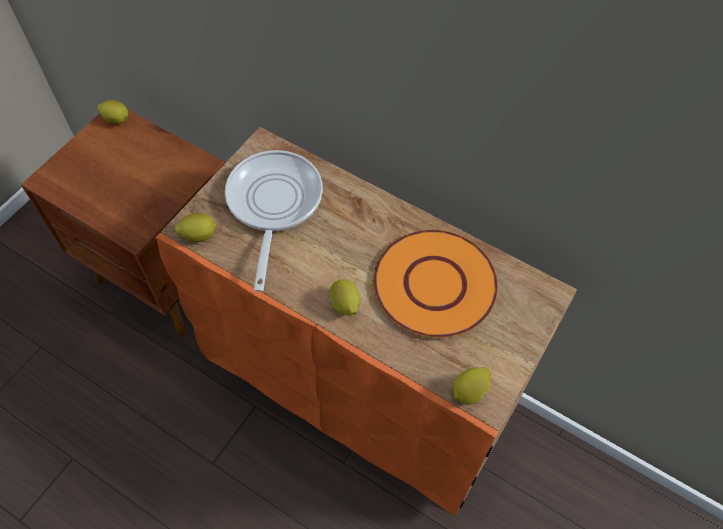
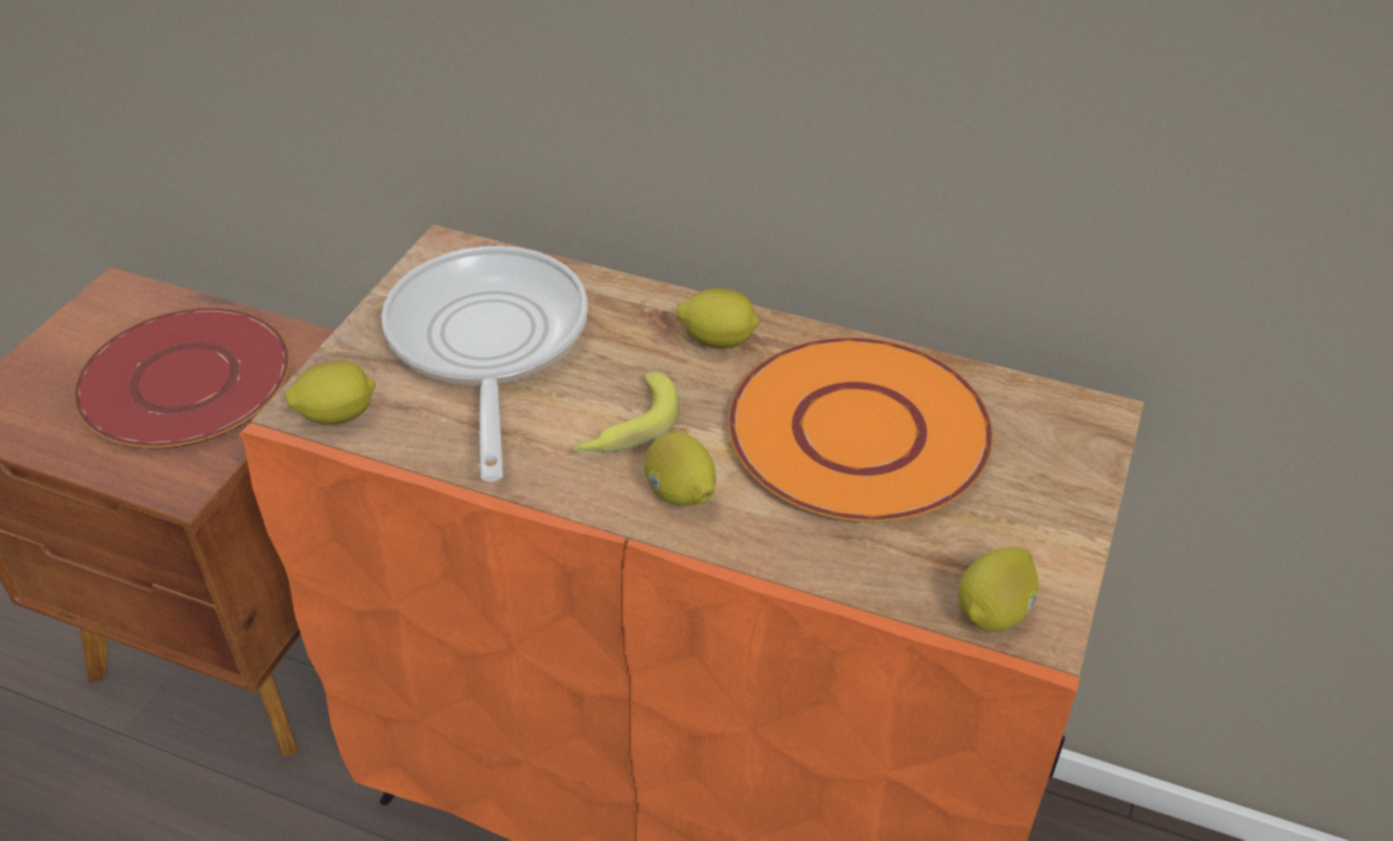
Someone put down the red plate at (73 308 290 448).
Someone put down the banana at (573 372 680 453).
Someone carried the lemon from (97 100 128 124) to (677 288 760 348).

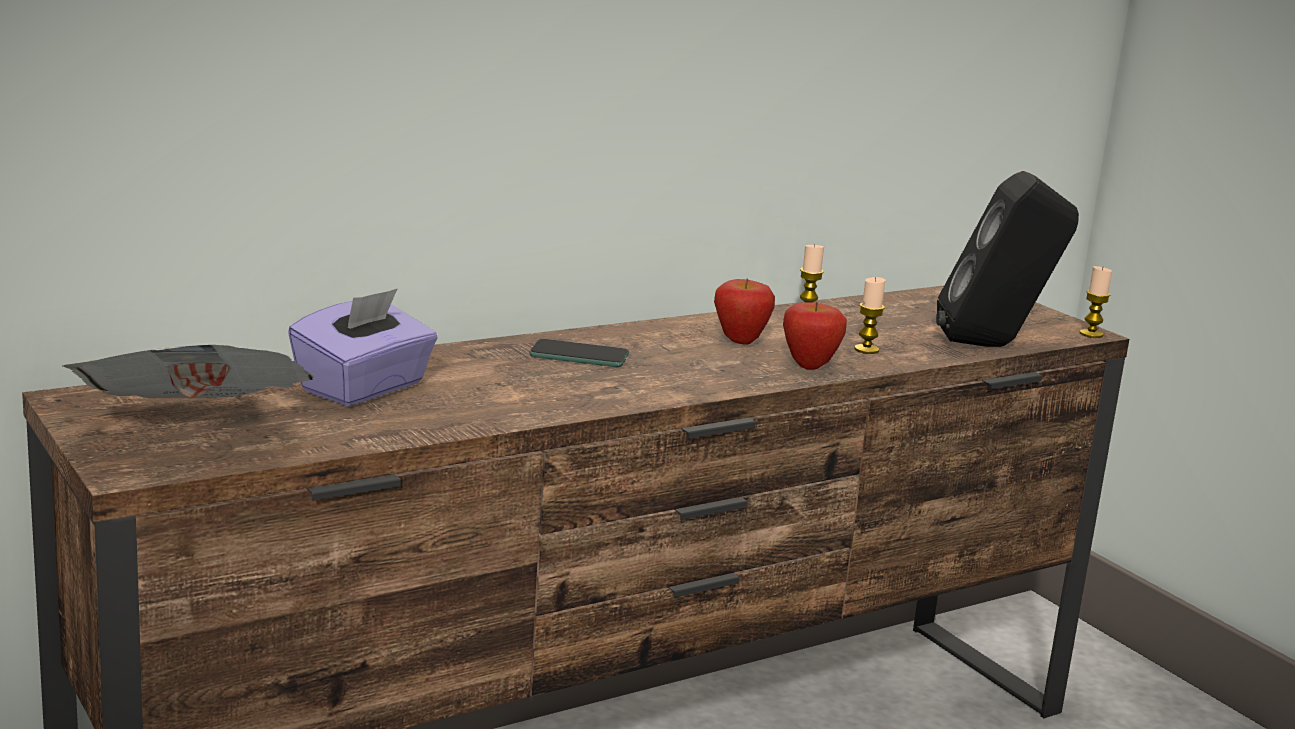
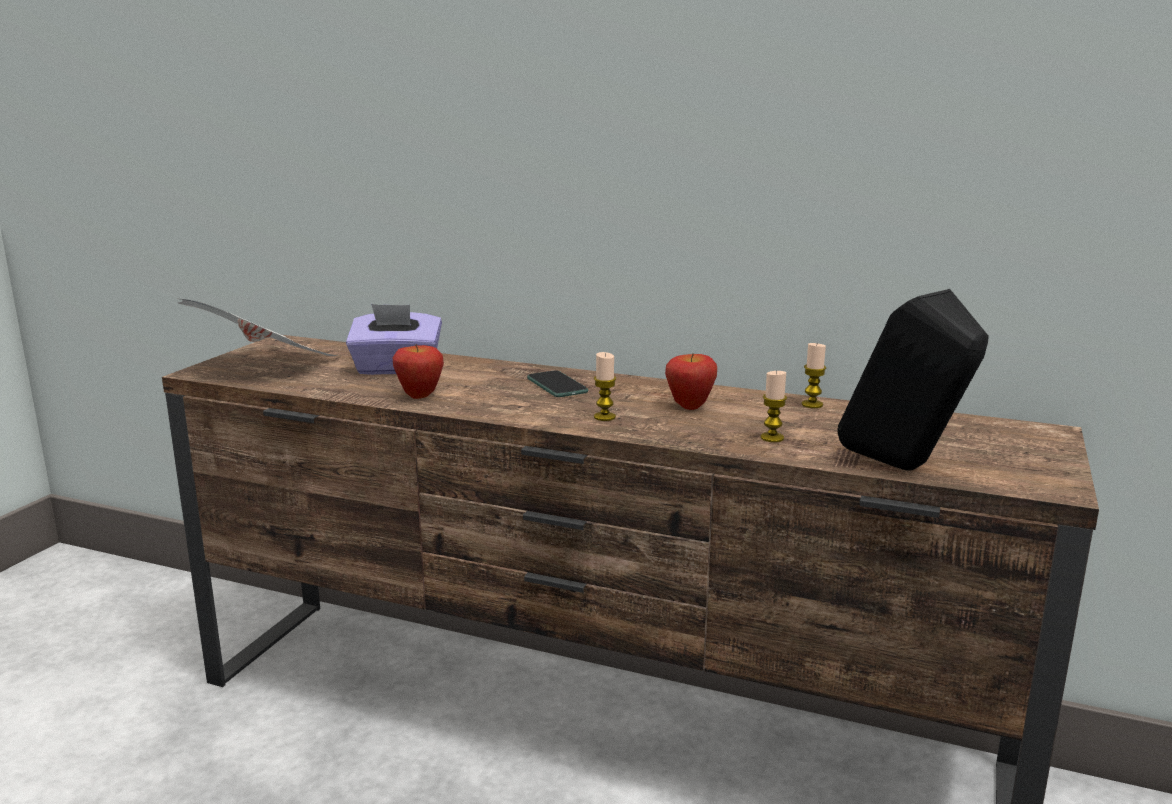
Someone carried the apple from (783 301 847 370) to (393 344 444 399).
Someone carried the candle from (1080 266 1112 338) to (594 352 616 421).

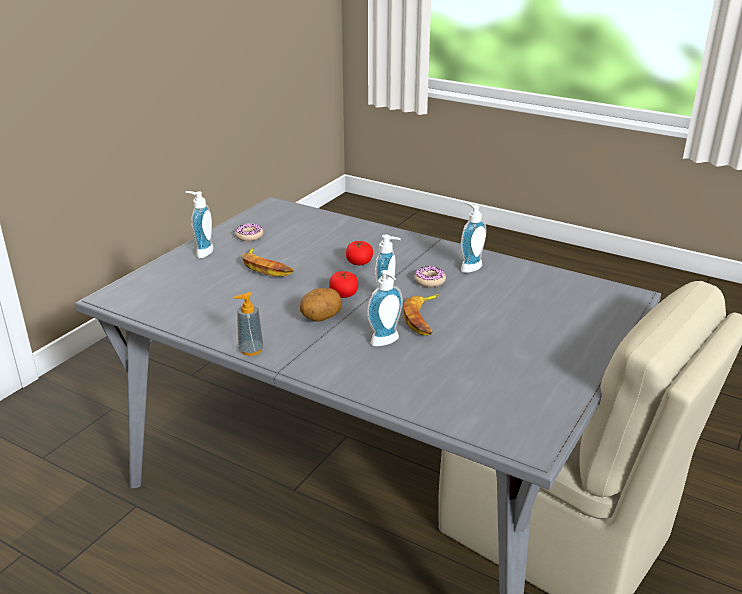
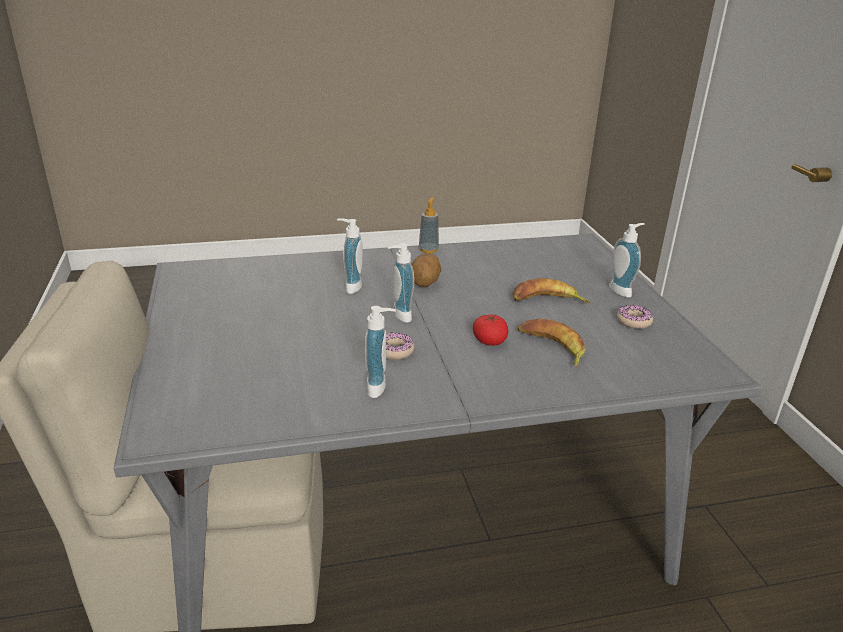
Someone took away the tomato at (329 271 358 298).
Someone carried the banana from (404 294 440 335) to (518 319 586 368).

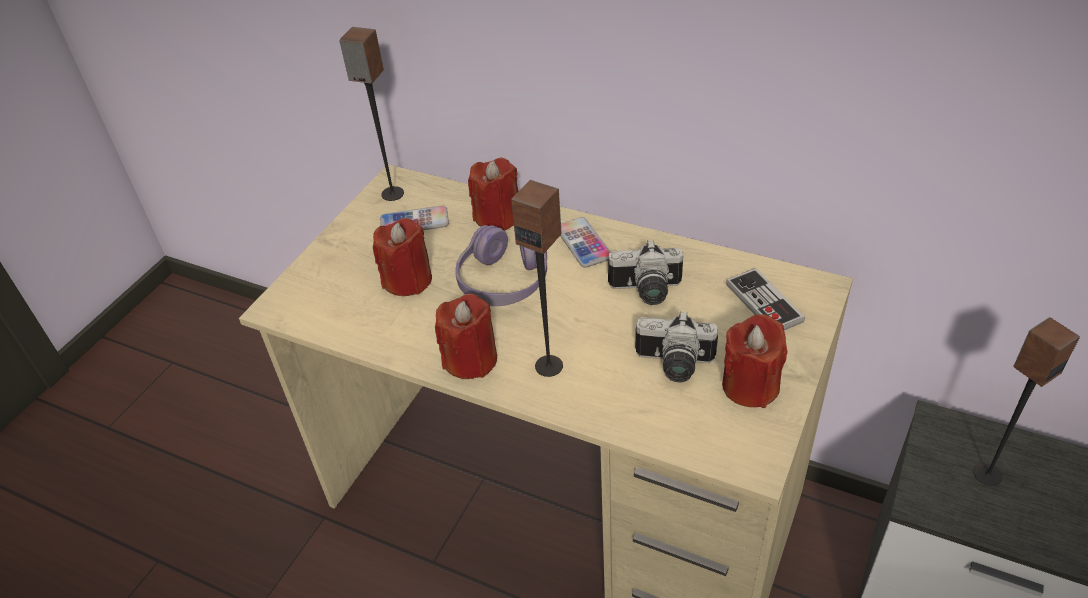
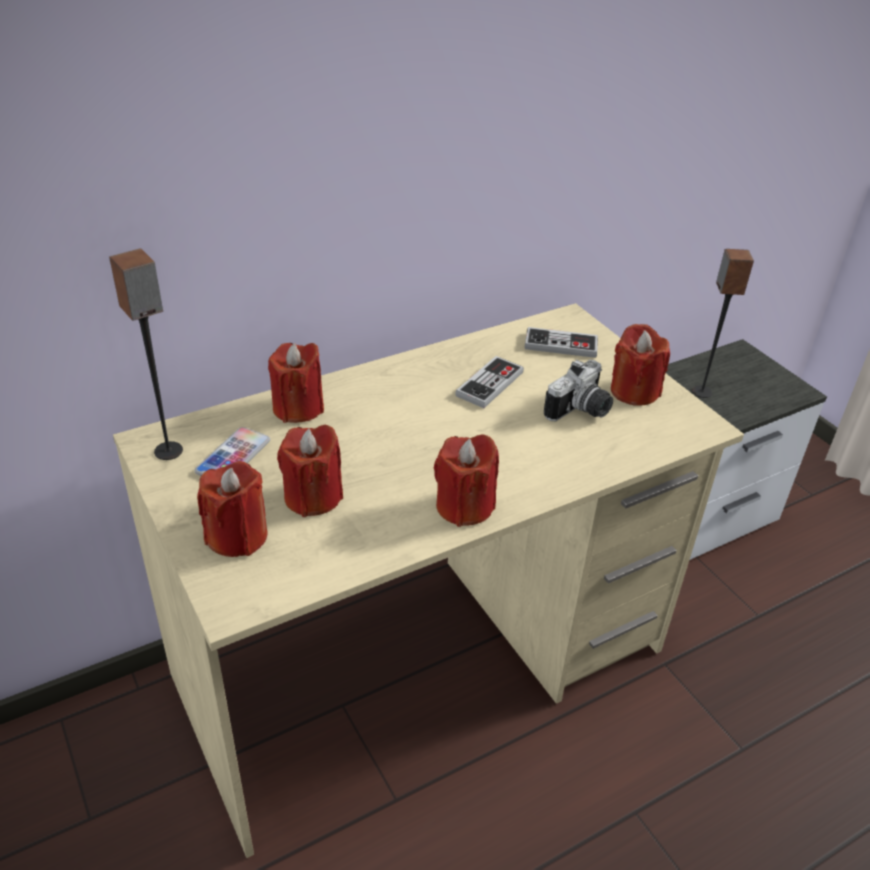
Someone took away the purple headphones at (455 225 547 306).
Someone took away the speaker at (511 180 563 377).
Someone took away the phone at (560 217 610 268).
Someone put down the red candle at (197 461 268 557).
Someone swapped the photo camera at (608 240 683 305) for the game controller at (455 356 524 408).

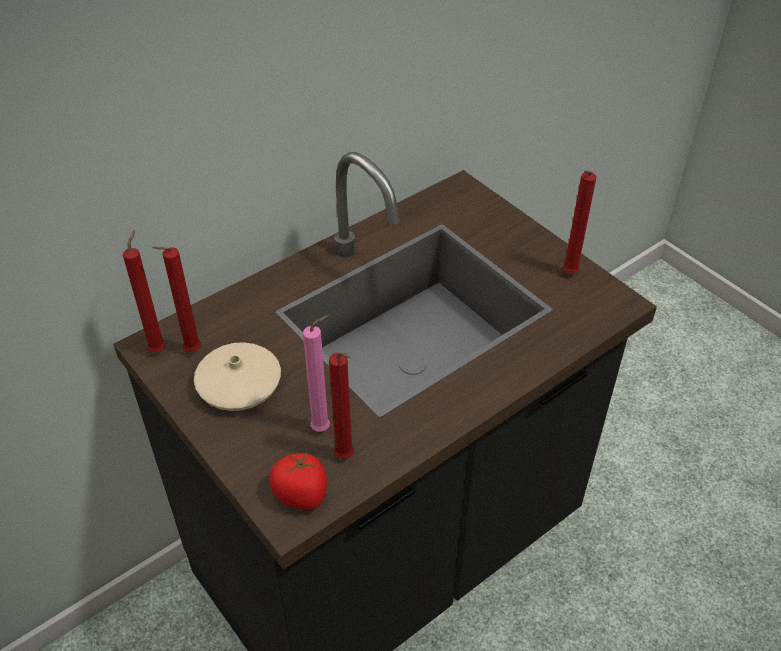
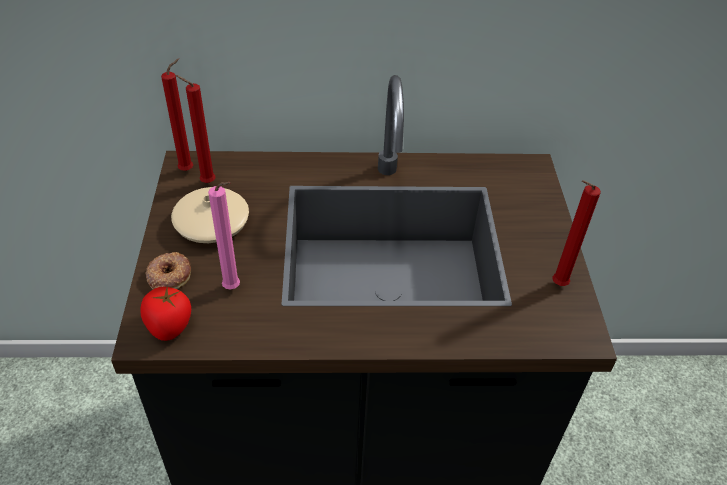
Someone took away the red candle at (329 353 354 459).
Someone put down the donut at (145 252 191 289).

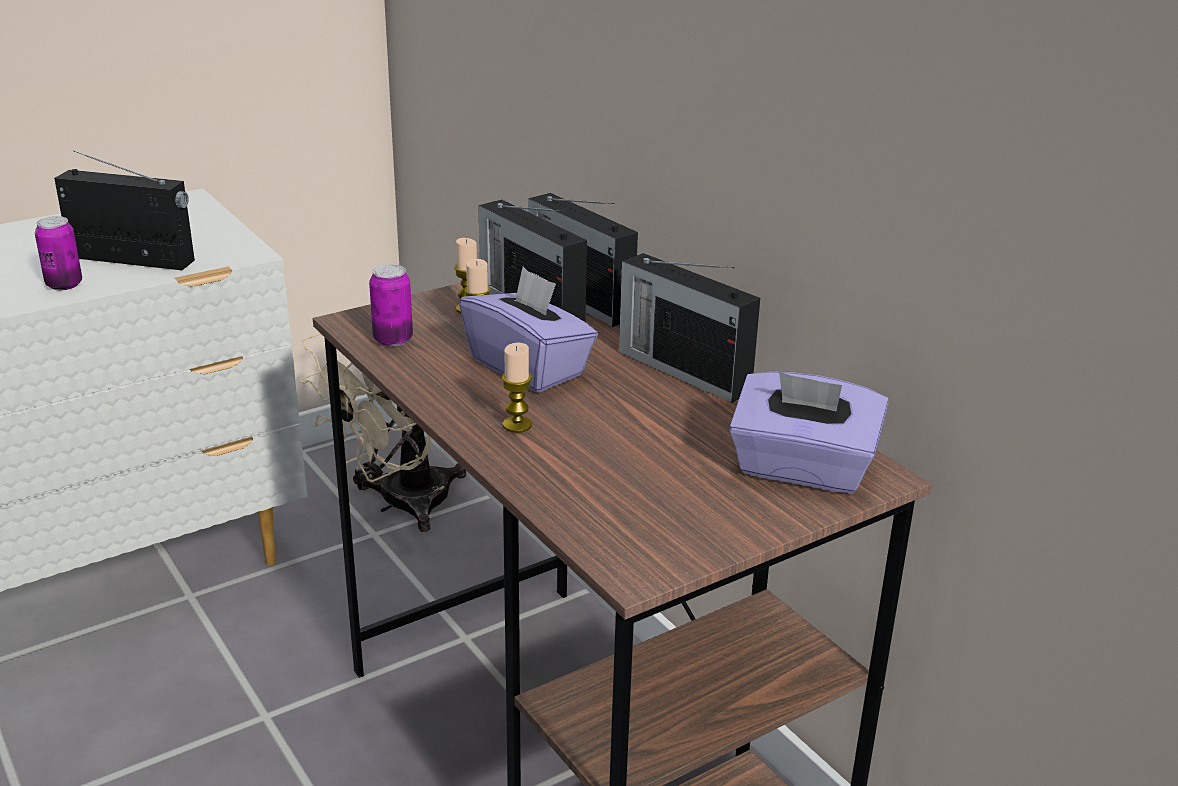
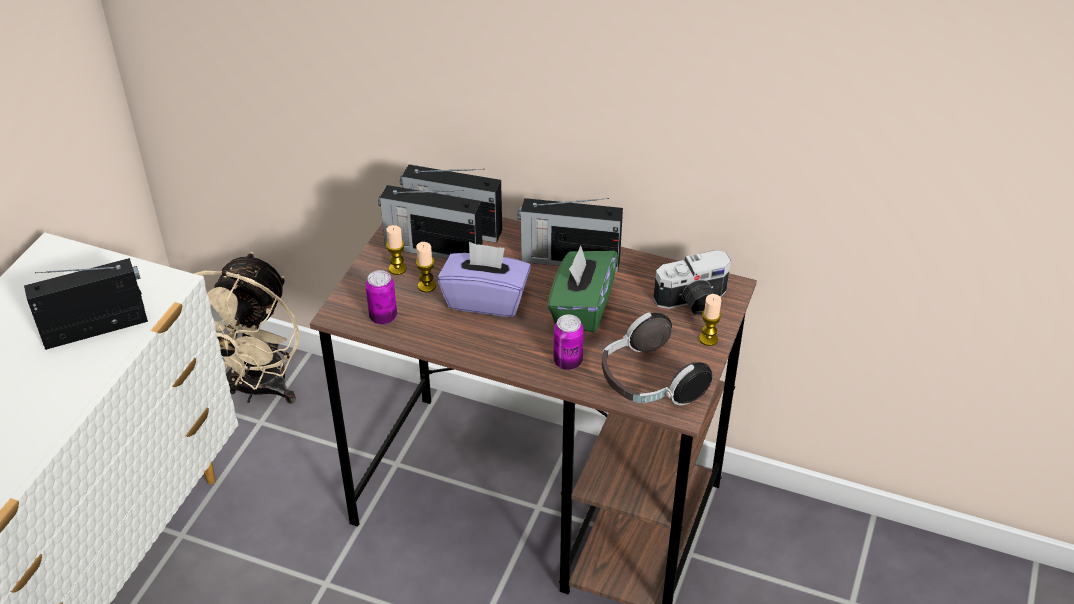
Someone put down the green tissue box at (548 245 618 333).
Someone put down the headphones at (602 313 712 405).
Someone carried the can from (35 216 82 290) to (554 315 584 370).
Someone carried the candle from (502 343 532 433) to (699 294 722 346).
Someone swapped the purple tissue box at (729 371 888 493) for the photo camera at (653 250 731 316).

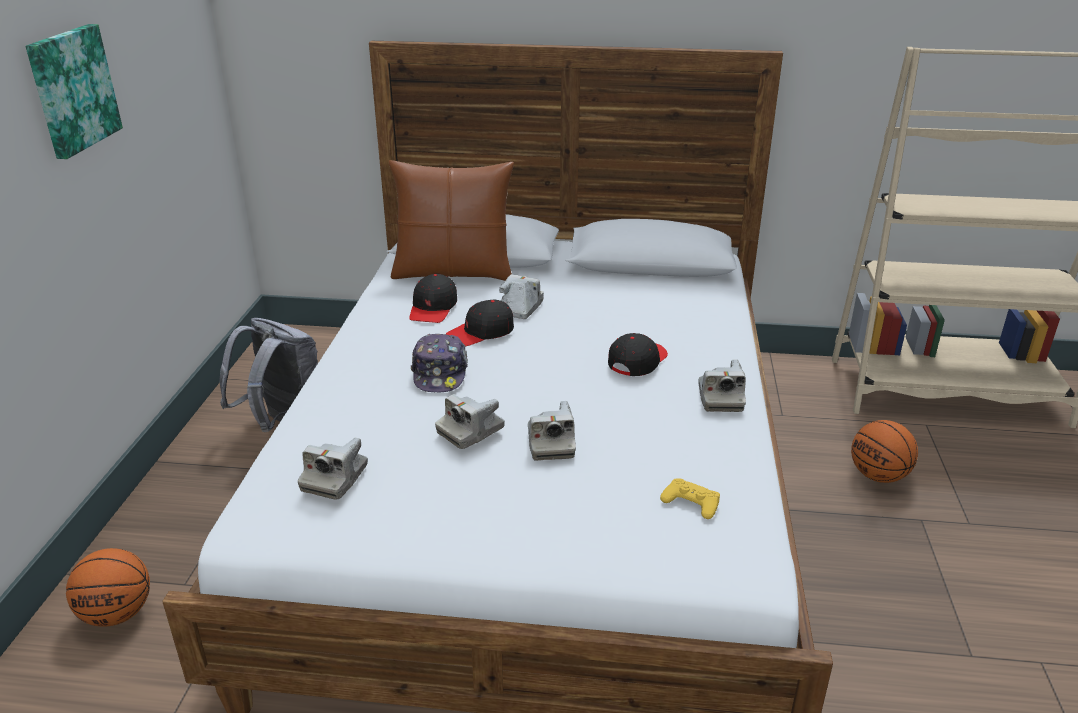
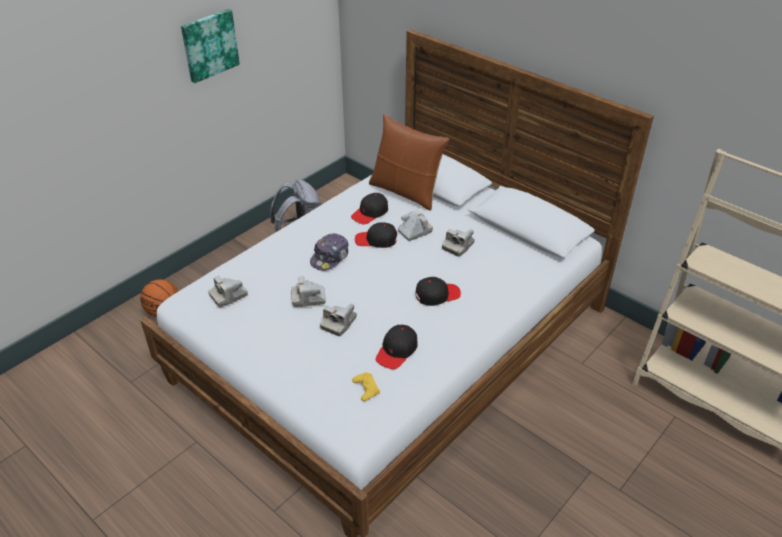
Someone took away the basketball at (851 420 918 483).
Someone put down the black cap at (375 324 418 370).
Someone carried the photo camera from (698 360 746 412) to (442 229 475 257).

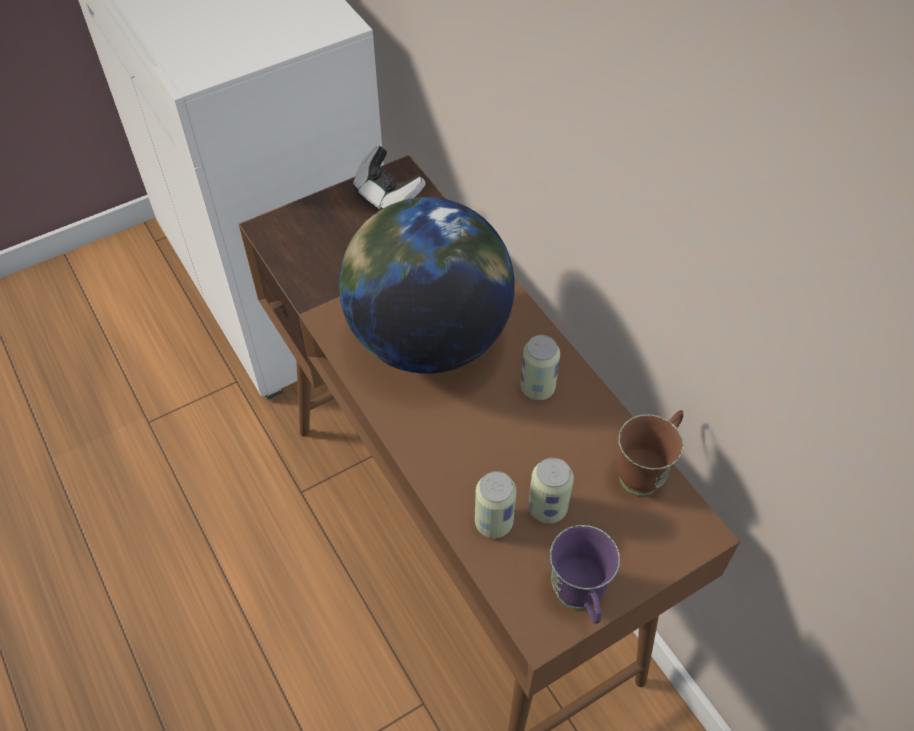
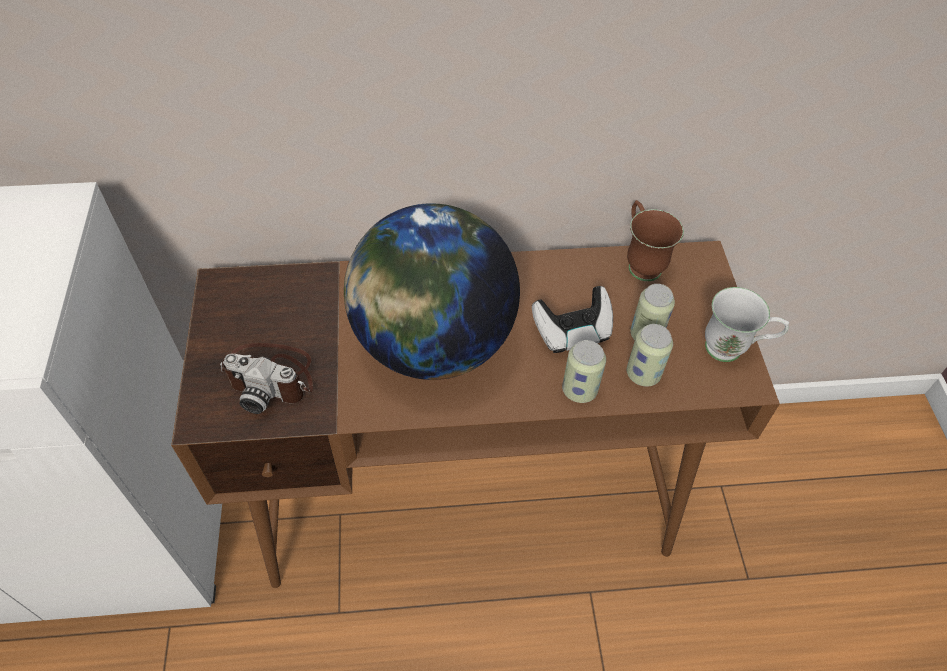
Someone put down the photo camera at (219 343 313 414).
Someone carried the game controller from (353 146 426 210) to (532 286 613 353).
Someone carried the can from (520 335 560 400) to (562 340 606 403).
Someone repainted the purple mug at (550 525 620 624), which became the white mug at (705 287 789 362).

